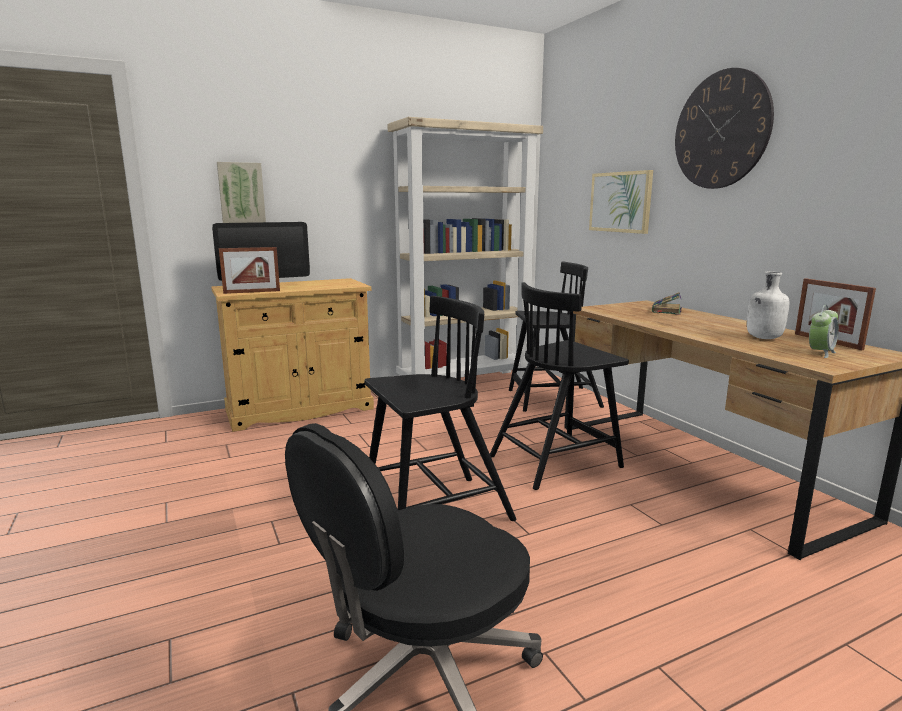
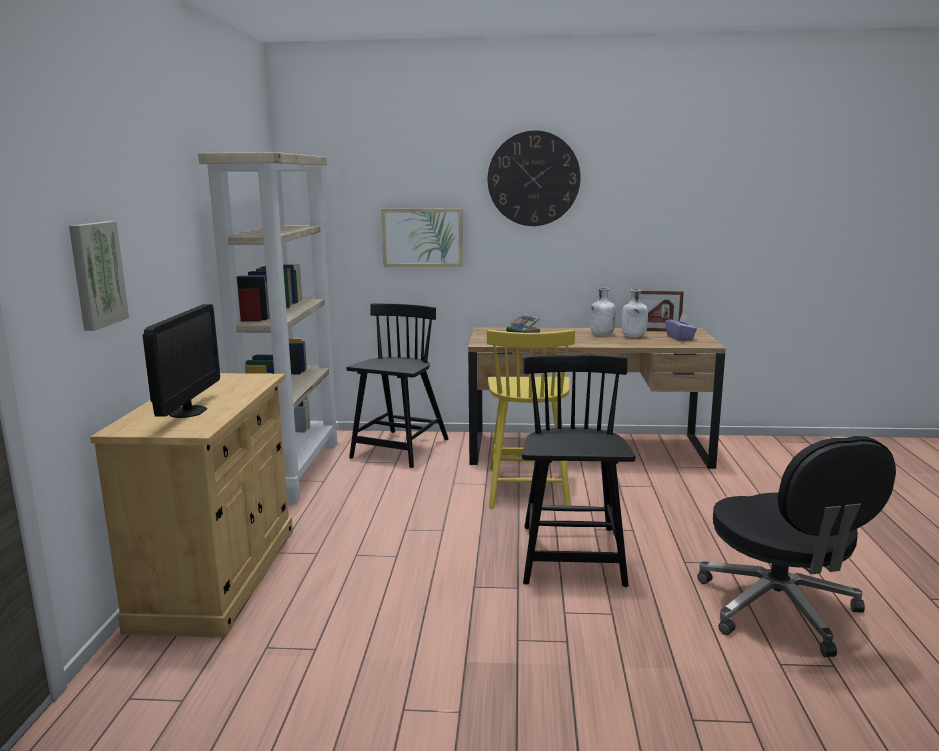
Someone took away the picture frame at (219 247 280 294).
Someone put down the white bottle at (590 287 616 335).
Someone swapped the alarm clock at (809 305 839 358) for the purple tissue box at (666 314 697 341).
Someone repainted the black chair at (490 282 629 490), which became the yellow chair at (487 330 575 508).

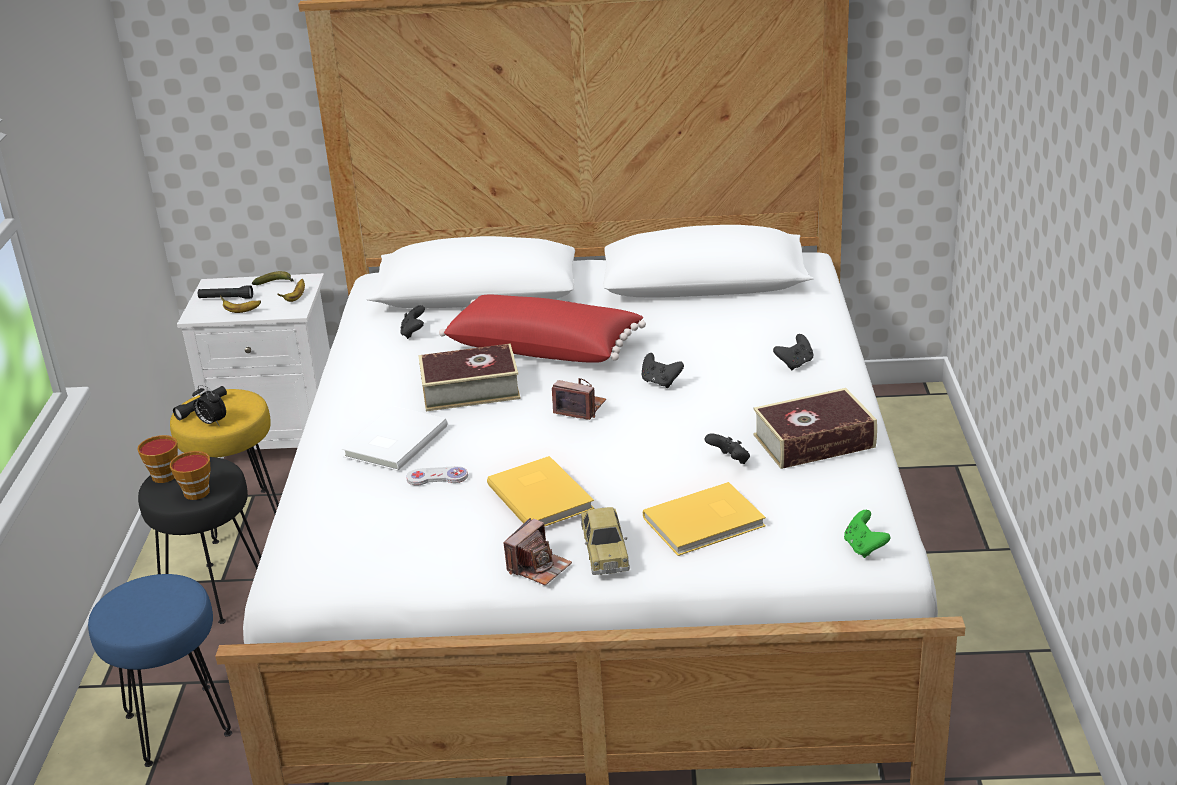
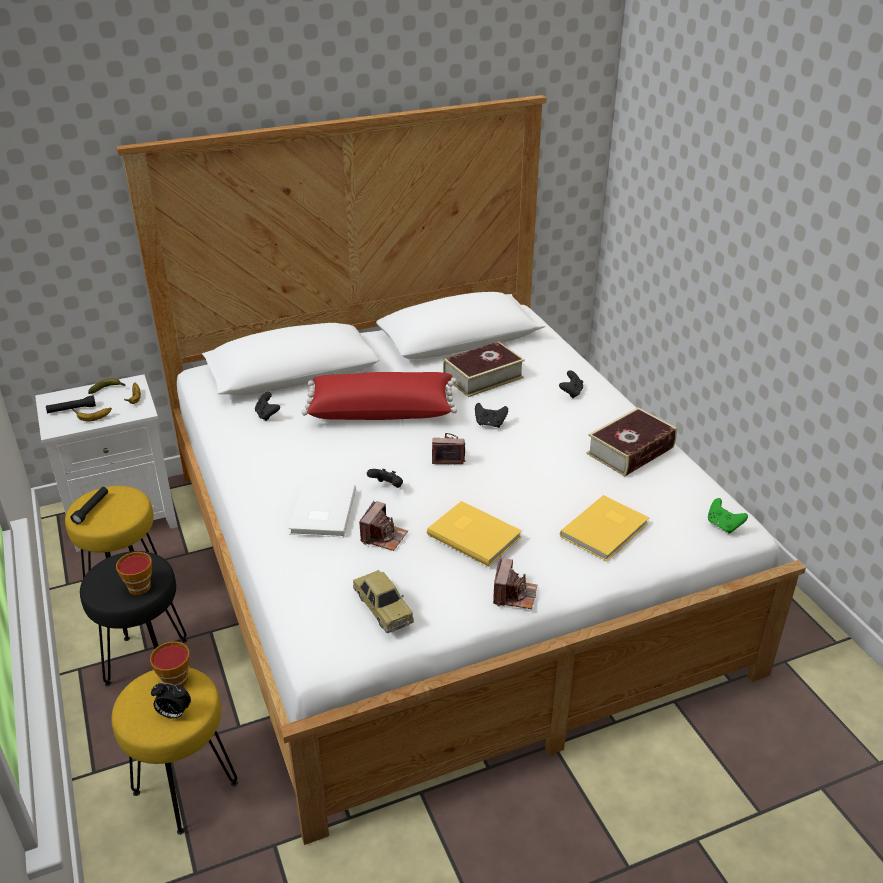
Someone carried the cup from (137 435 178 483) to (150 641 190 687).
Someone carried the alarm clock from (192 385 226 425) to (151 682 191 719).
Someone carried the book from (418 343 521 411) to (443 341 525 397).
Someone carried the toy car from (581 507 630 575) to (353 570 414 633).
Someone carried the black game controller from (705 434 750 464) to (367 469 403 488).
Someone swapped the white game controller at (406 466 468 485) for the photo camera at (359 501 408 551).
Someone repainted the blue stool at (88 574 232 767), which became the yellow stool at (112 667 238 835).

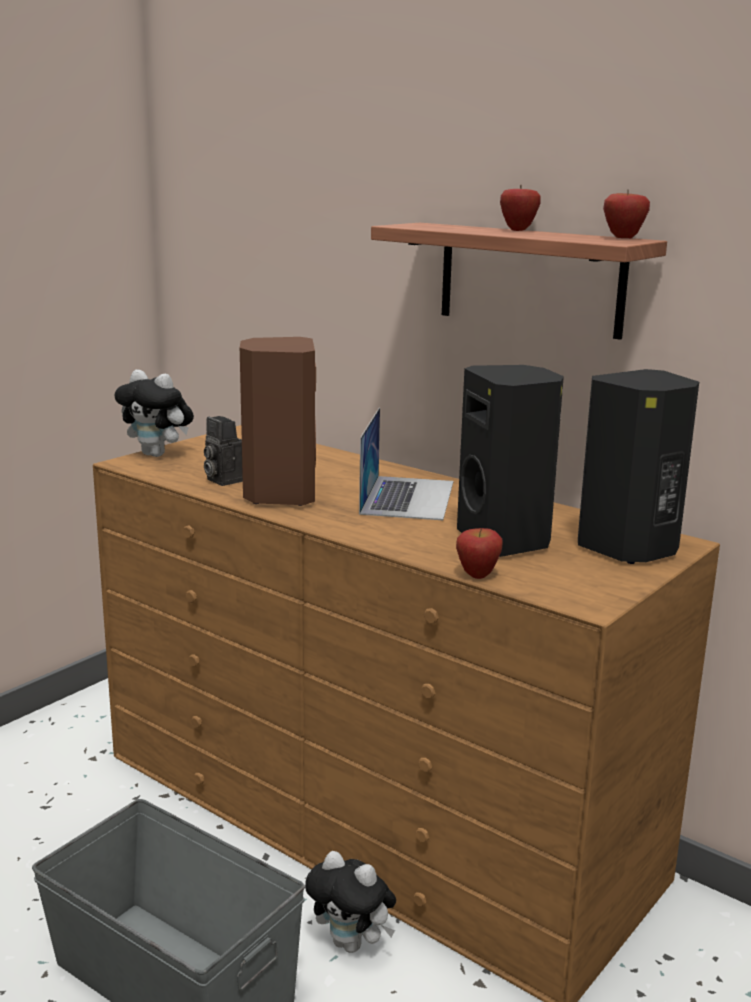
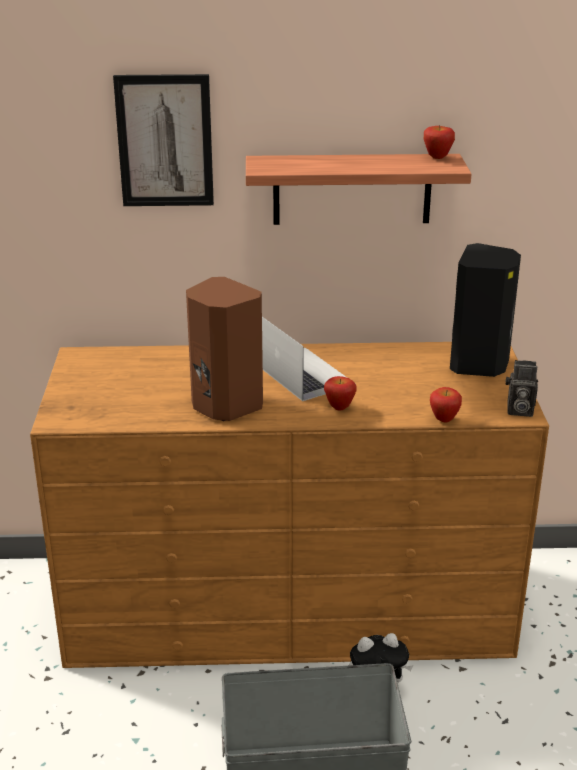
Someone took away the plush toy at (115 369 194 457).
Someone took away the black speaker at (457 365 564 557).
Someone put up the picture at (113 74 214 206).
Someone carried the photo camera from (204 416 243 486) to (506 360 538 417).
Someone carried the apple from (500 185 541 231) to (324 376 357 411).

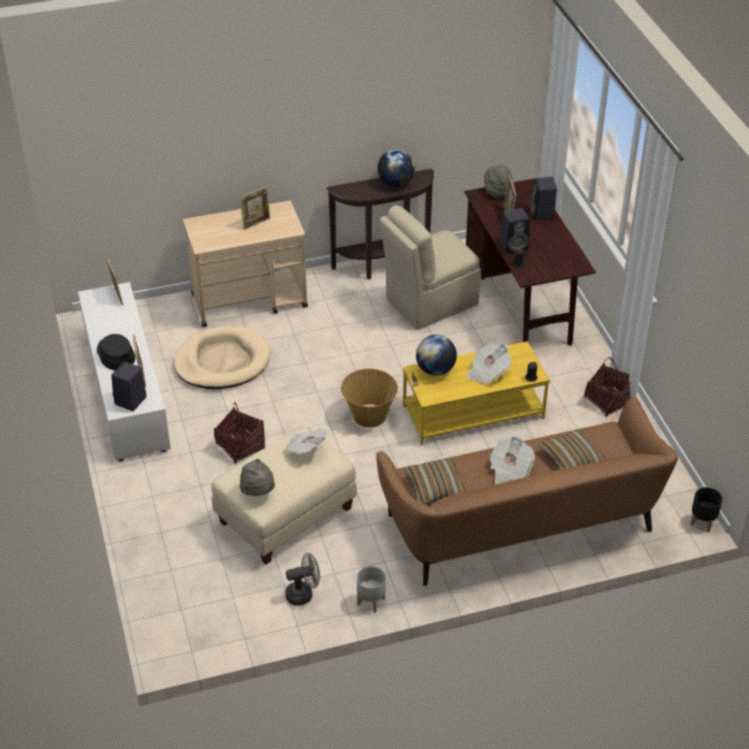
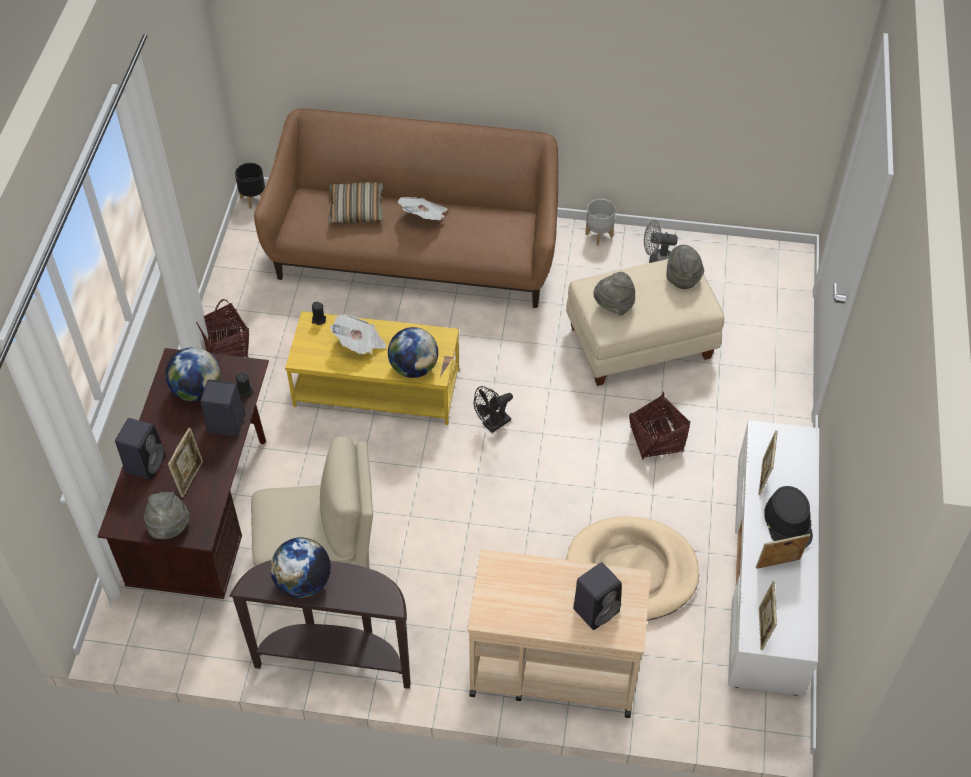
Someone took away the pillow at (404 458 467 504).
Someone put down the globe at (165 347 221 401).
Someone carried the black speaker from (112 361 147 411) to (573 562 622 630).
Someone carried the picture frame from (240 186 270 230) to (756 534 810 569).
Someone swapped the newspaper at (283 429 328 454) for the grey hat at (594 272 635 315).
Someone swapped the basket at (341 369 398 428) for the black fan at (474 386 513 433).

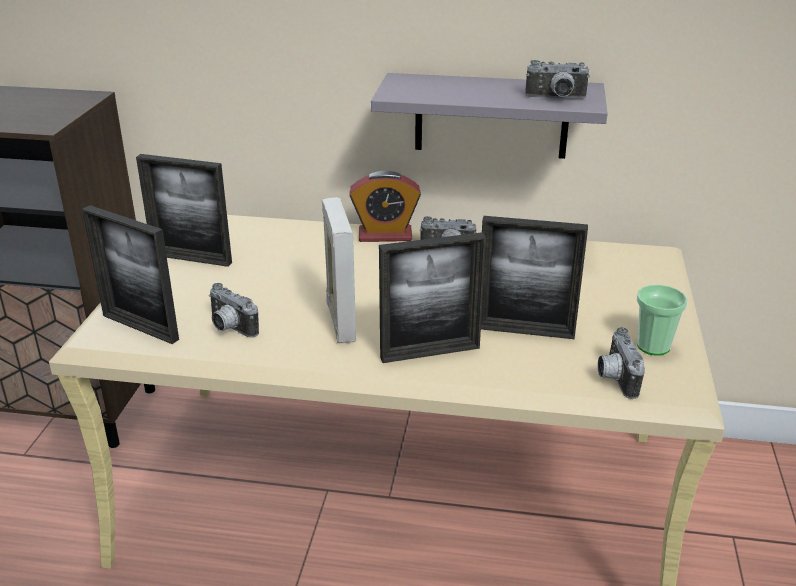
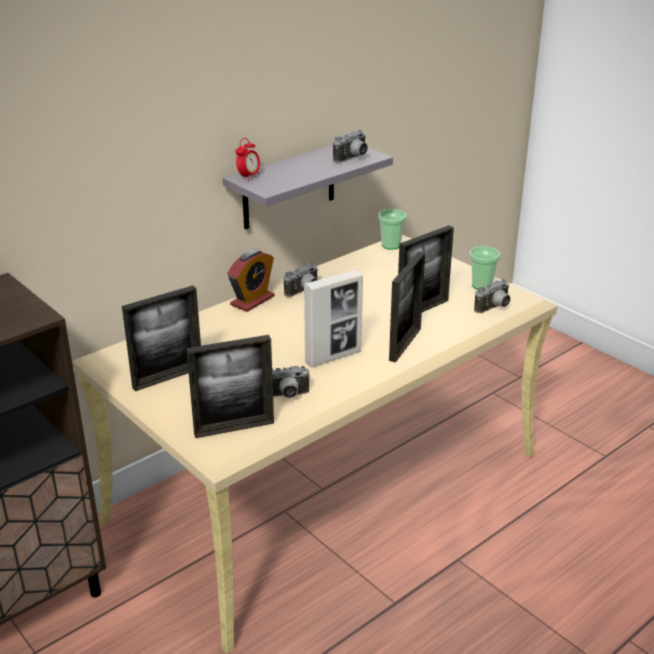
Someone put down the alarm clock at (236 138 260 181).
Someone put down the cup at (378 209 406 250).
Someone rotated the picture frame at (322 197 356 343) by 120 degrees clockwise.
Someone rotated the photo camera at (598 327 645 399) by 75 degrees counterclockwise.

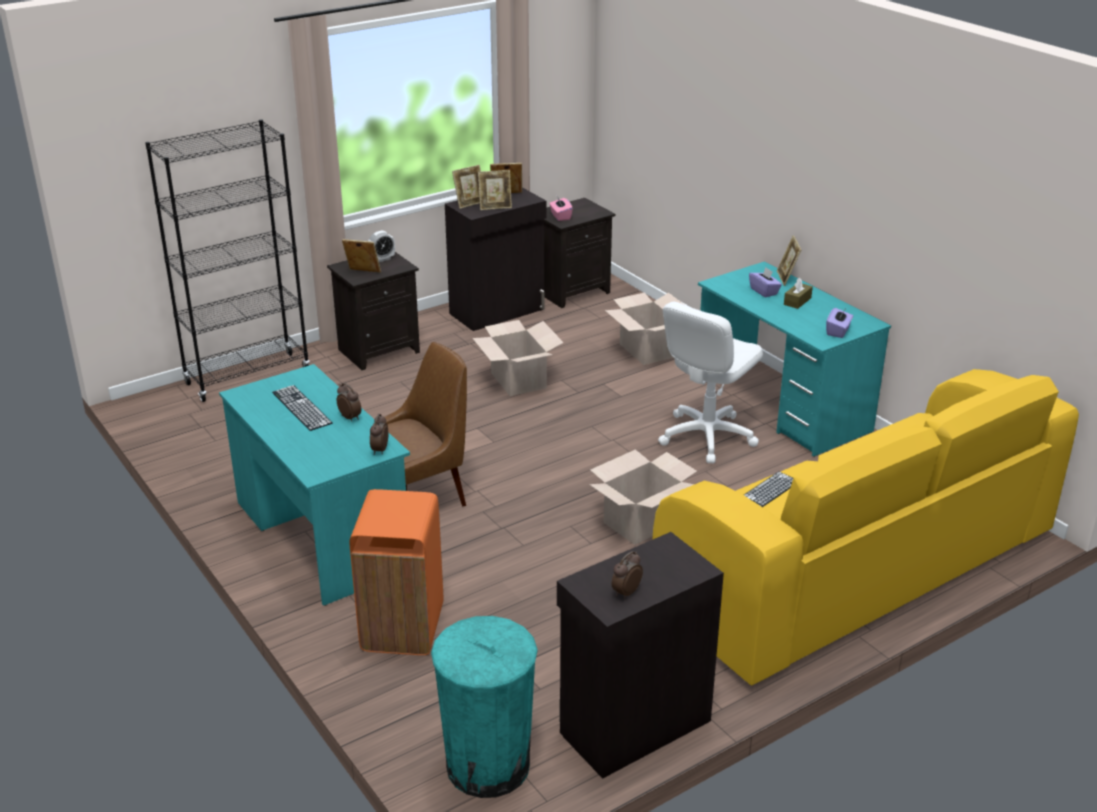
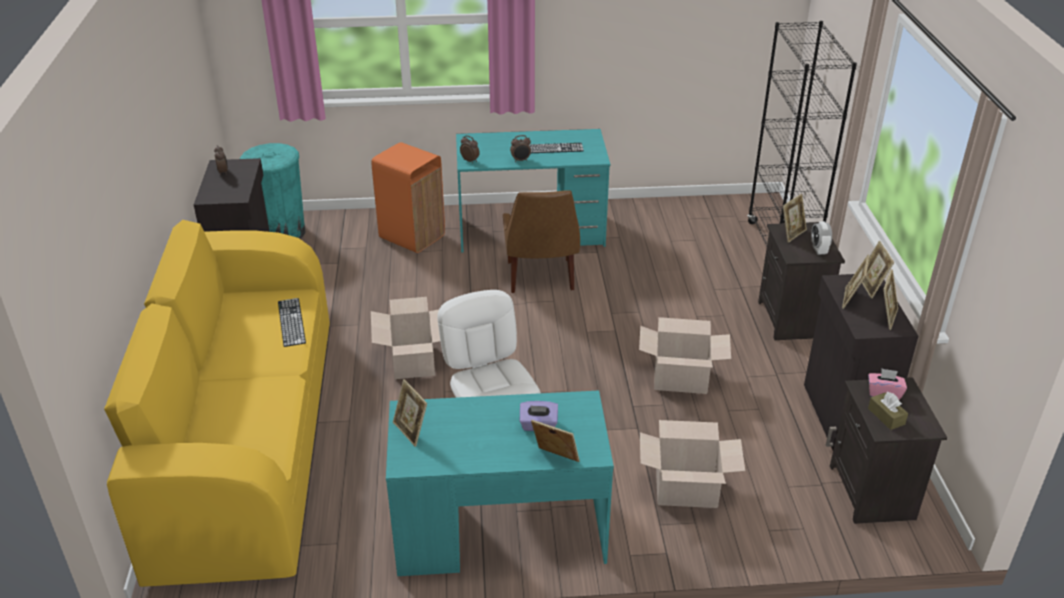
Someone carried the brown tissue box from (784 278 813 309) to (868 392 908 430).
Someone swapped the purple tissue box at (826 307 853 338) for the picture frame at (393 379 427 447).

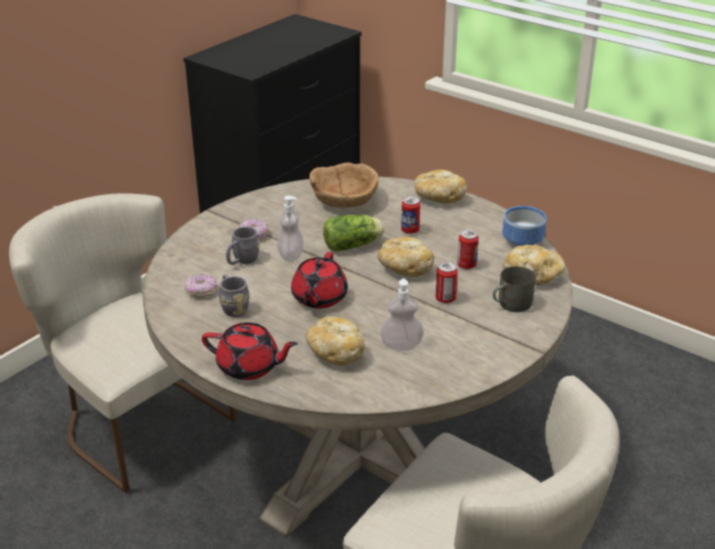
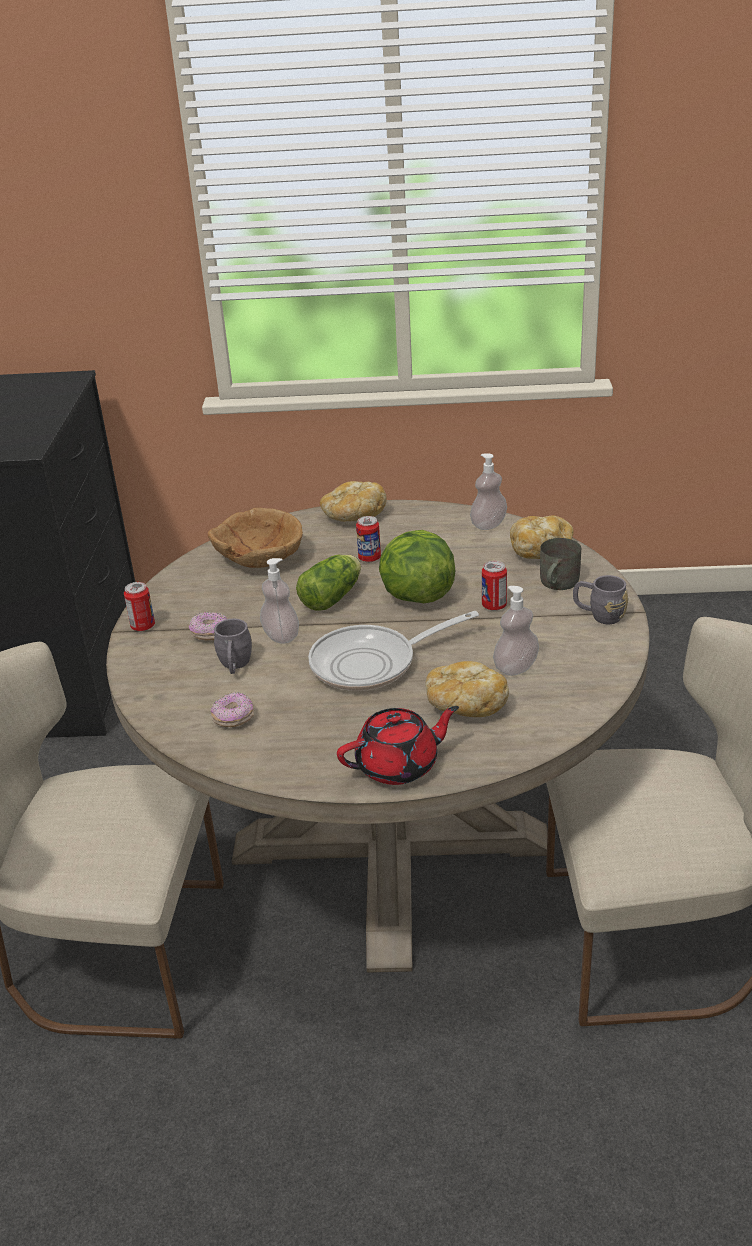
Someone carried the grey mug from (219 274 250 317) to (573 575 628 624).
Someone carried the can from (457 230 479 269) to (124 582 155 631).
Someone swapped the red teapot at (291 252 348 309) for the frying pan at (308 611 479 691).
Someone swapped the bread at (378 237 434 277) for the lettuce at (379 530 455 603).
Someone swapped the bowl at (502 206 546 247) for the soap dispenser at (470 454 507 530).

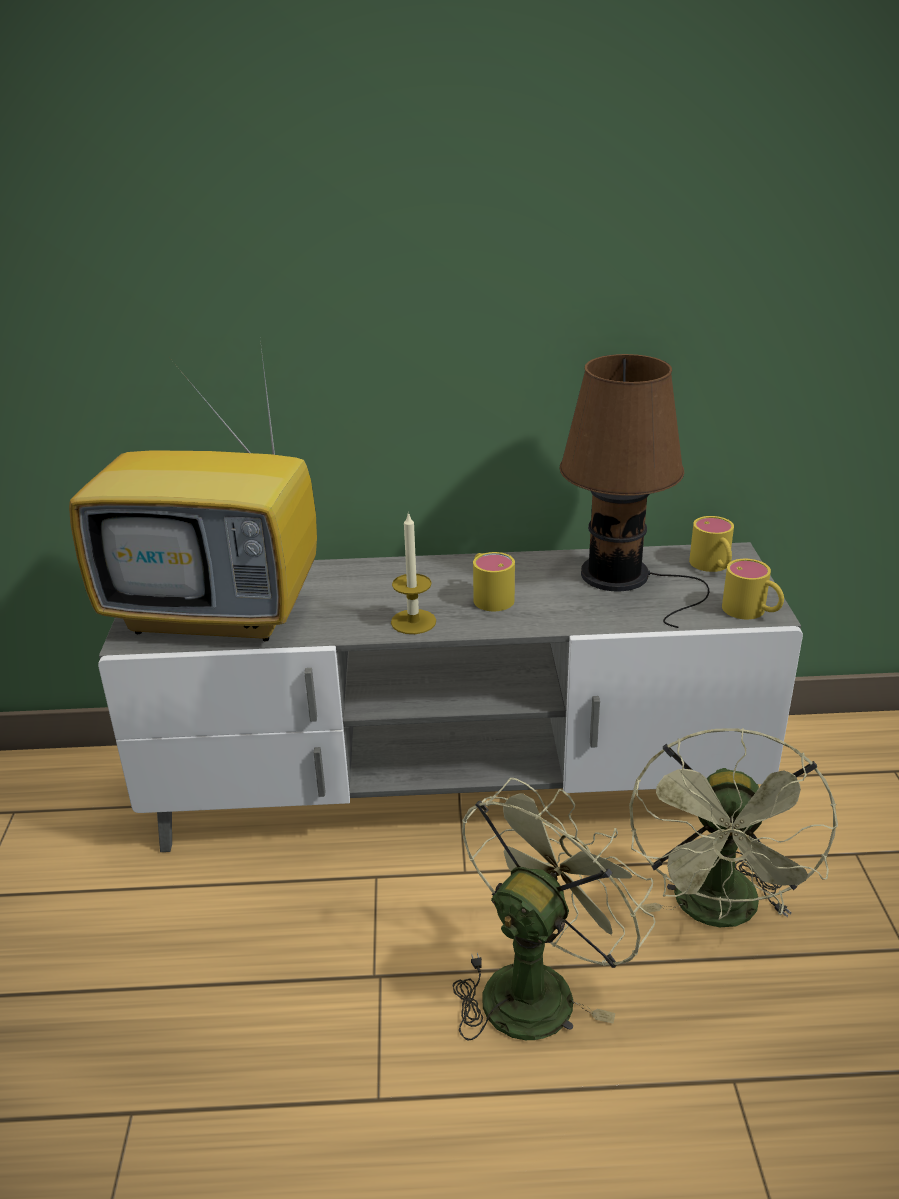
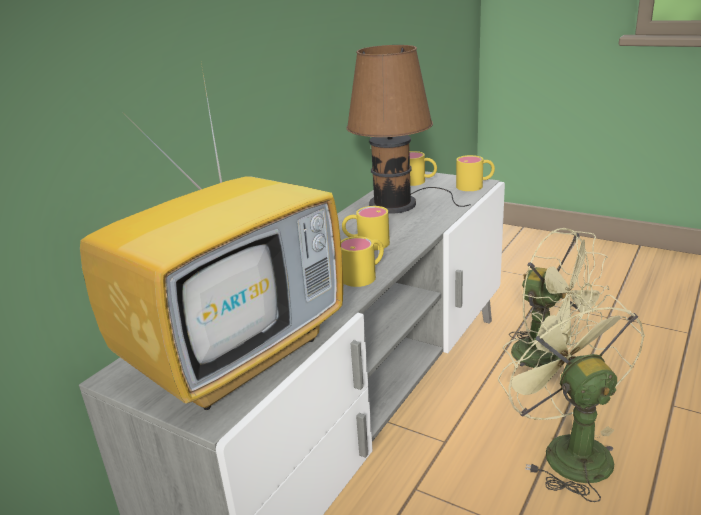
Someone swapped the candle at (391 511 436 634) for the yellow mug at (341 236 384 287).

